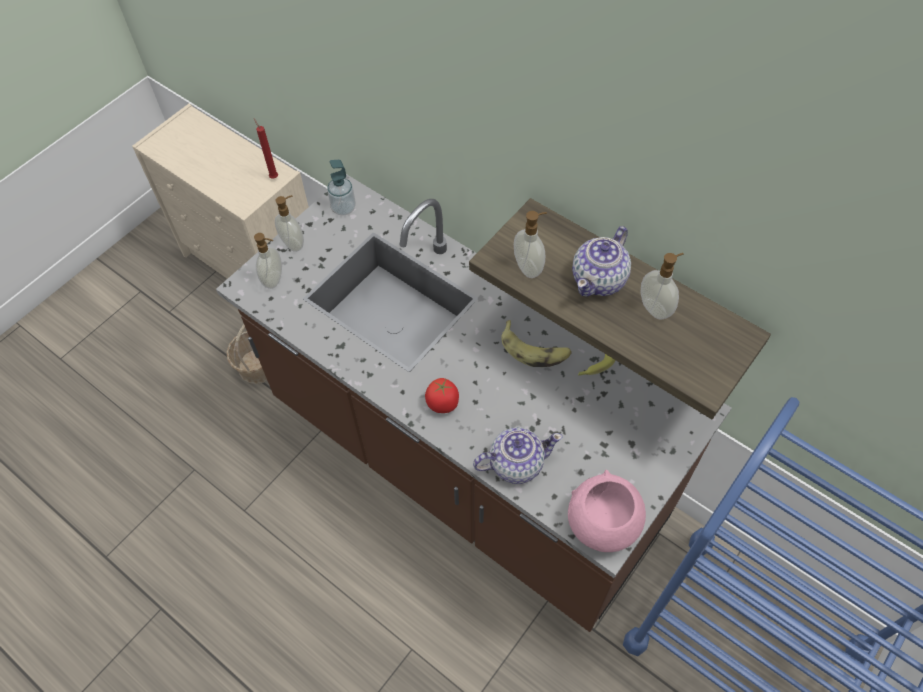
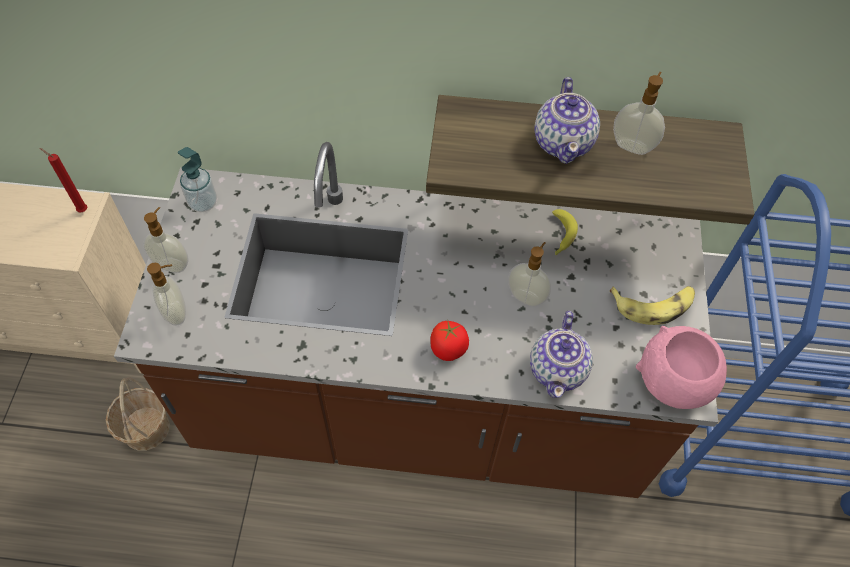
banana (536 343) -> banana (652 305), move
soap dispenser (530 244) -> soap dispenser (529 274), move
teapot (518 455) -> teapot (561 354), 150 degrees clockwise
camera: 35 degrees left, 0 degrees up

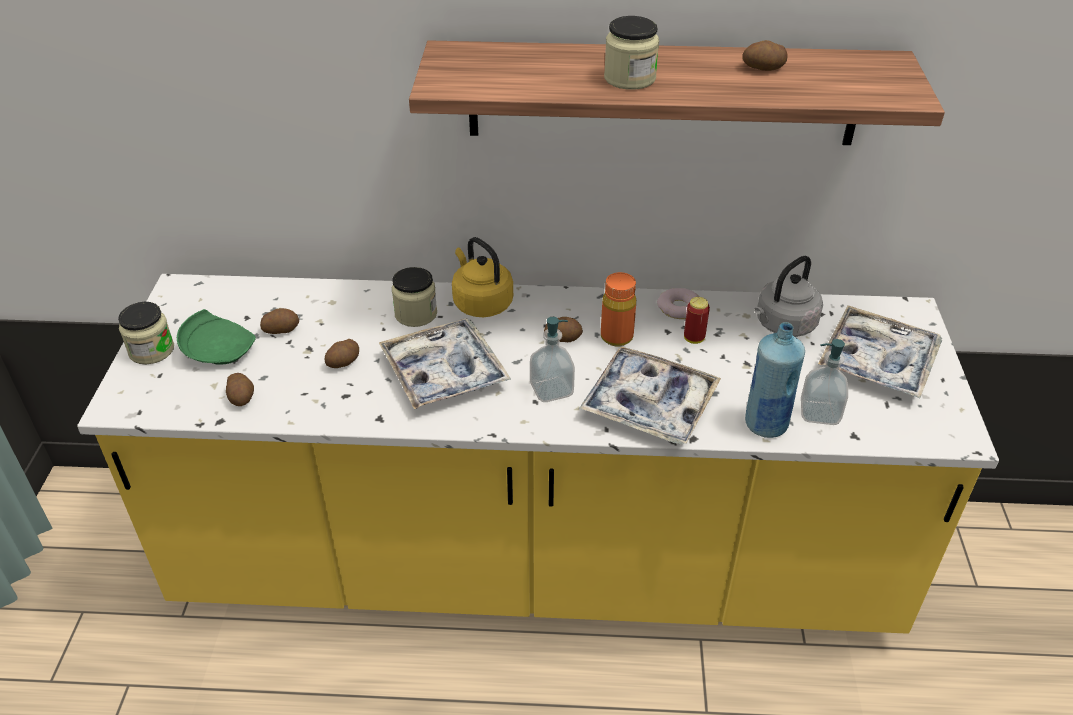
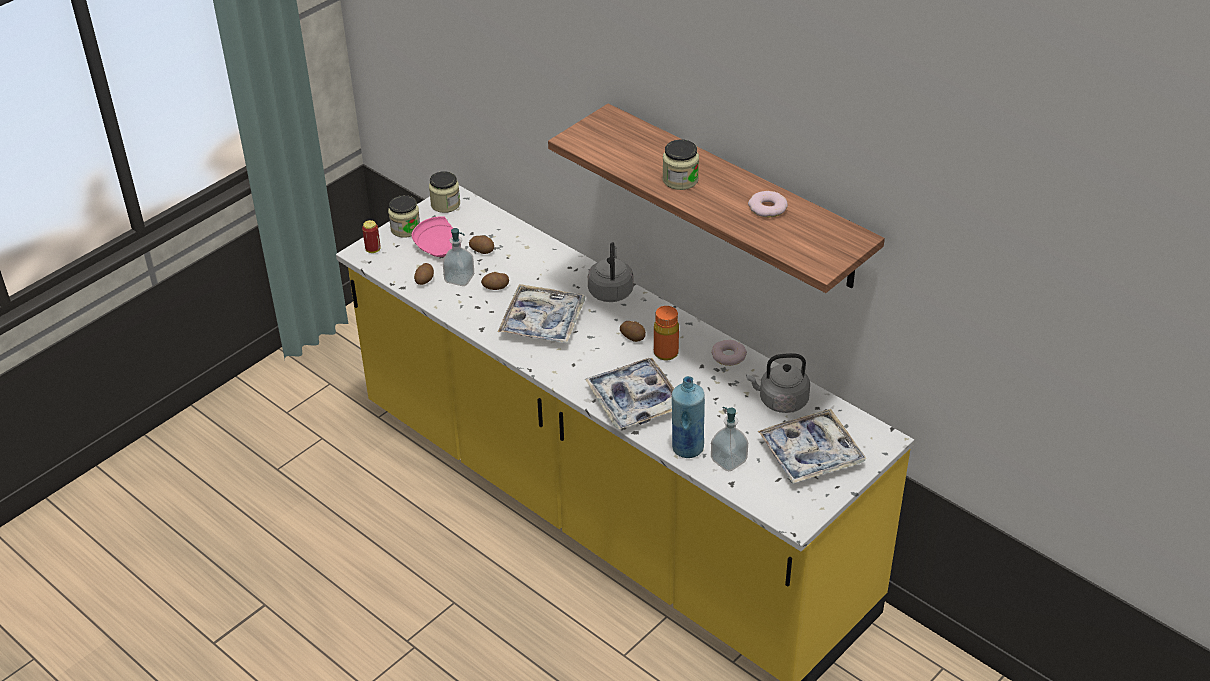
jar (414 297) -> jar (444 192), move
soap dispenser (552 359) -> soap dispenser (458 257), move
can (697 320) -> can (371 236), move
potato (765 55) -> donut (768 204)
plate in green (216 337) -> plate in pink (432 236)
kettle in yellow (482 277) -> kettle in grey (611 272)
camera: 40 degrees right, 0 degrees up

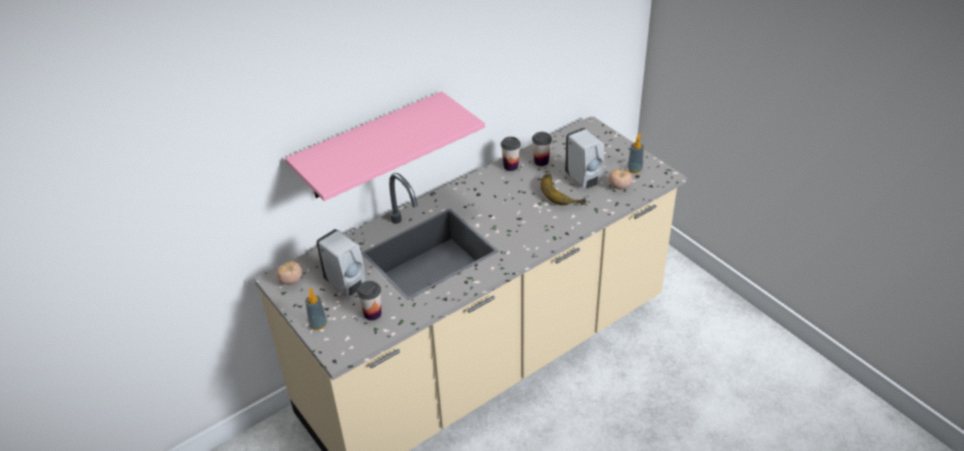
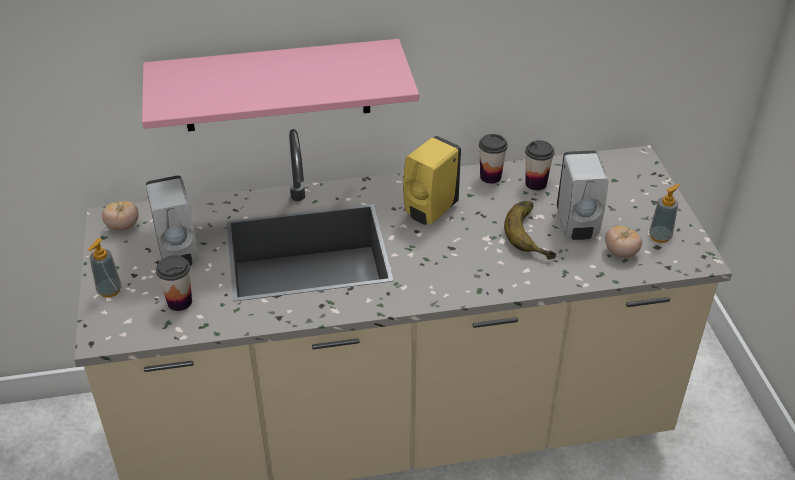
none -> soap dispenser in yellow (432 180)
camera: 25 degrees right, 0 degrees up

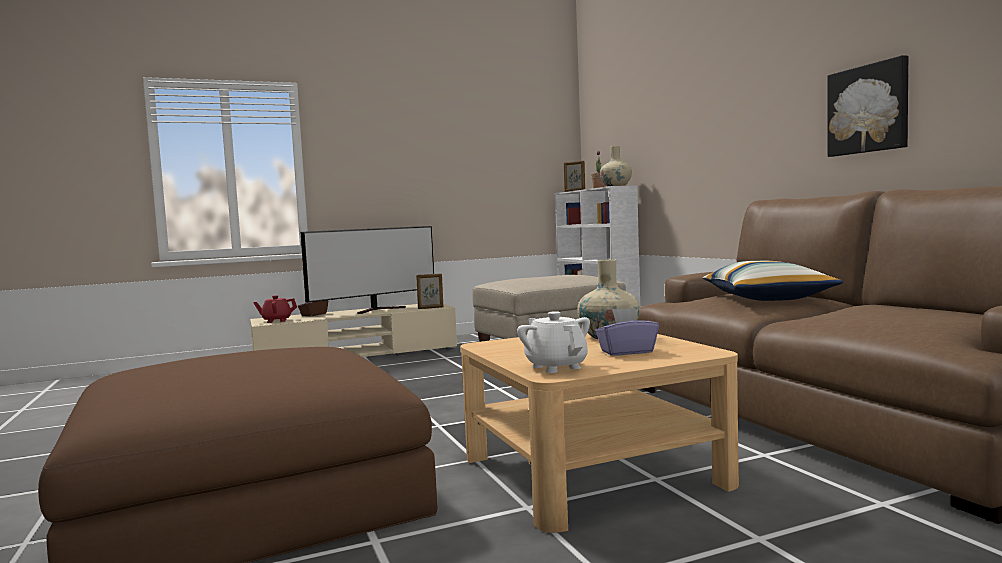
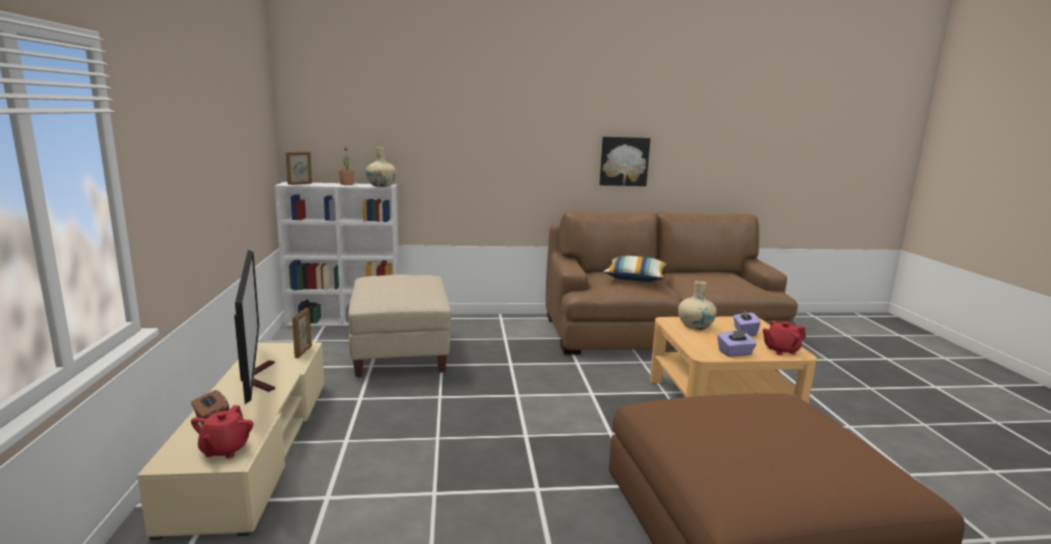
none -> tissue box in purple (737 343)
teapot in white (553 342) -> teapot in red (784 337)
camera: 75 degrees left, 10 degrees up

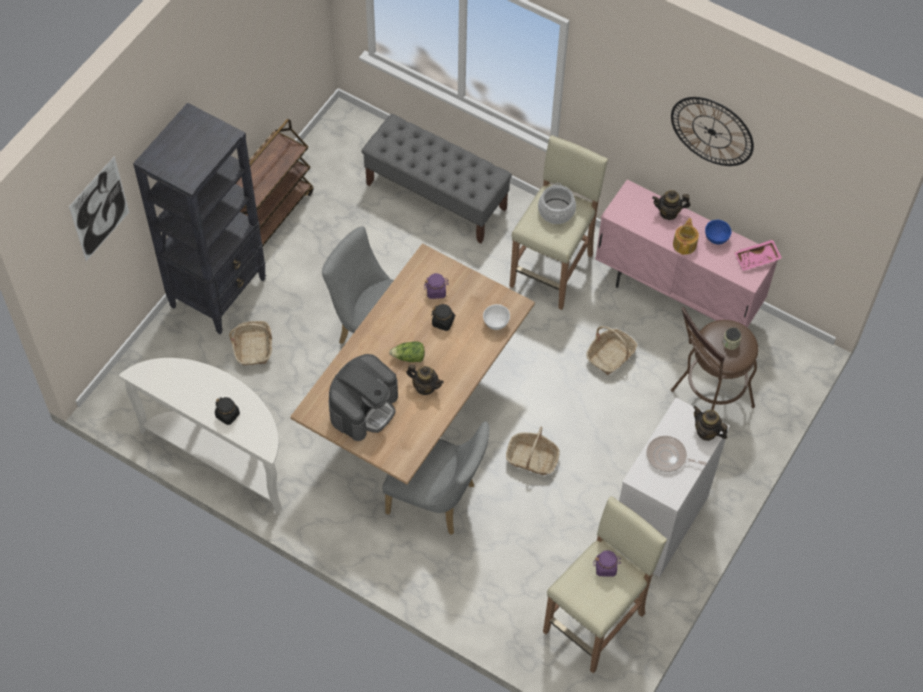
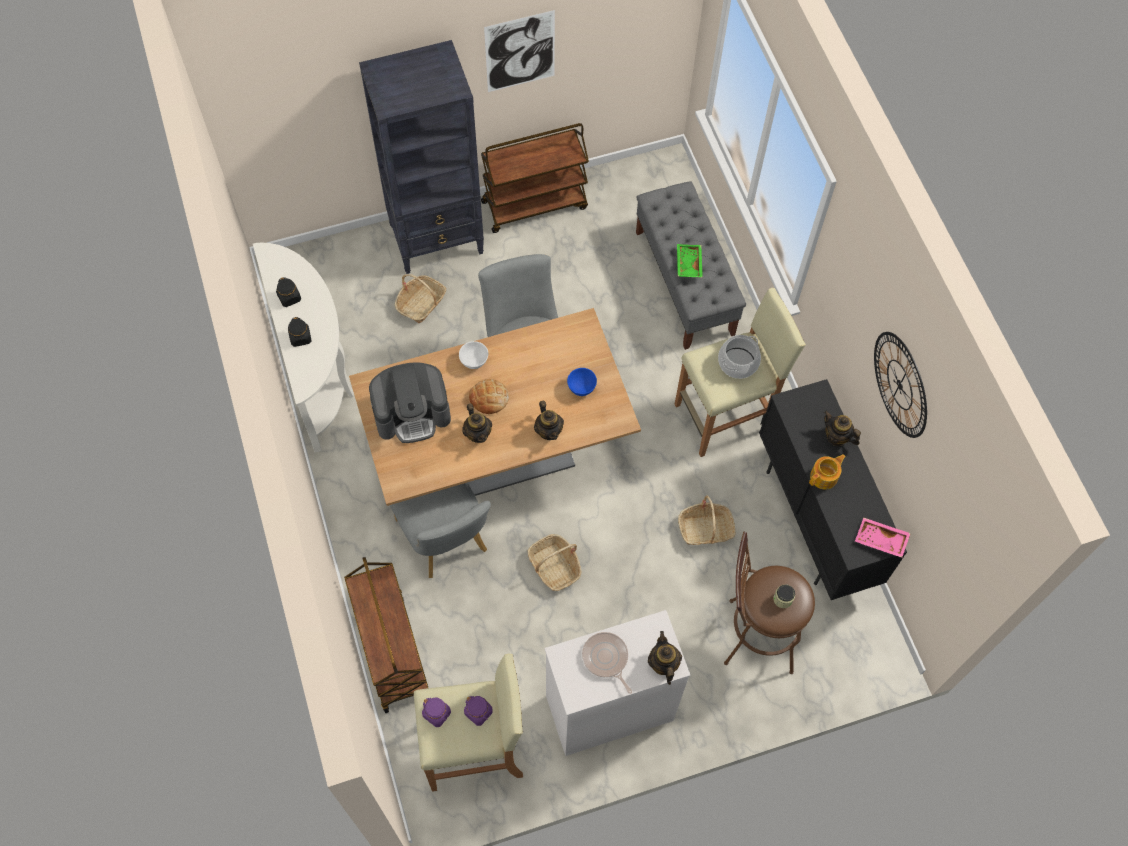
none -> cart in brown (386 635)
none -> teapot (549 420)
none -> tray in green (690 261)
picture (99 208) -> picture (519 51), move
jar in purple (436 286) -> jar in purple (436 712), move
jar in black (443 317) -> jar in black (288 292), move
bowl in white (496 317) -> bowl in white (473 355), move
bowl in blue (718 232) -> bowl in blue (582 382), move
lettuce (407 351) -> bread (489 396)
cabinet in pink (686 254) -> cabinet in black (833 489)
camera: 40 degrees right, 5 degrees up

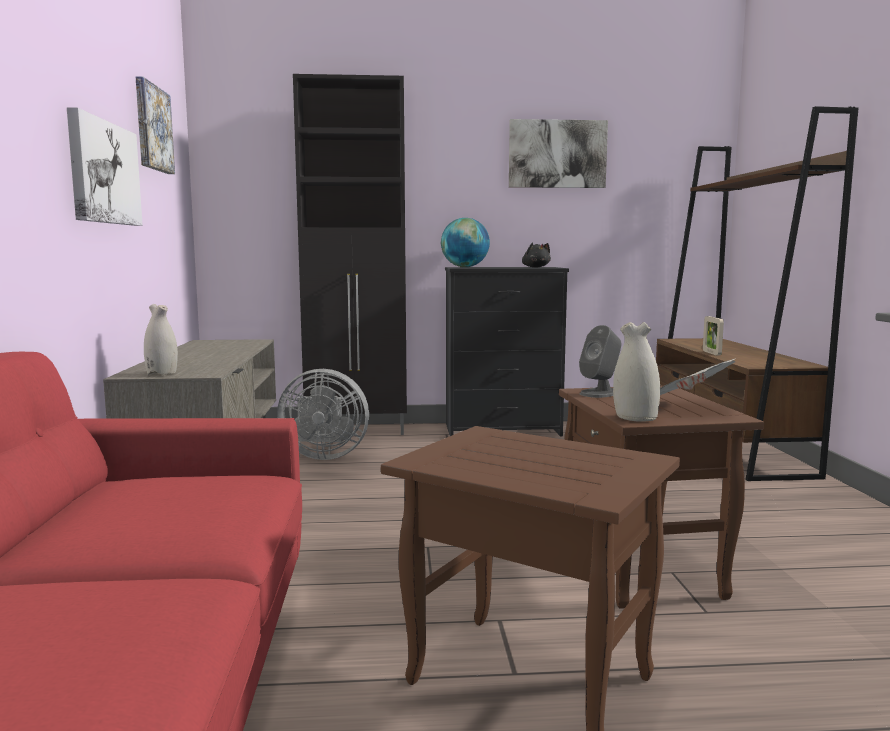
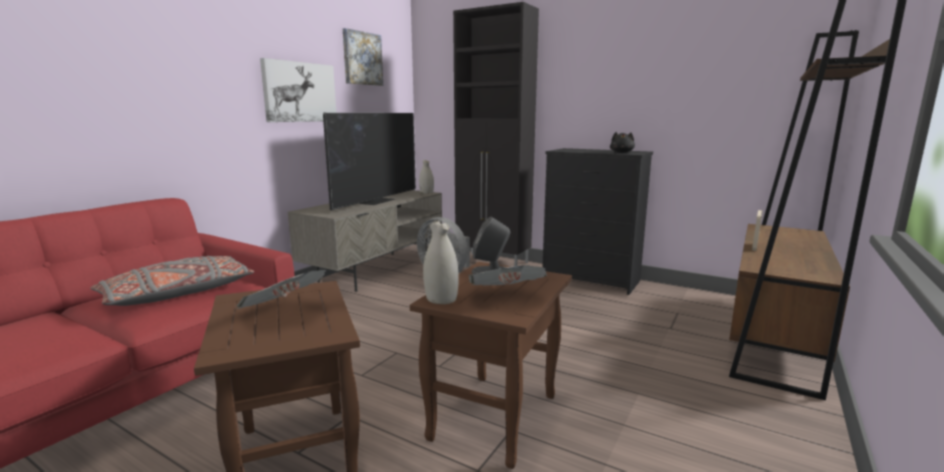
globe (465 242) -> none
picture (558 153) -> none
none -> pillow in grey (172 281)
none -> newspaper (281 289)
none -> television (369 161)
vase in white (161 340) -> vase in white (426 177), move
camera: 35 degrees right, 5 degrees up

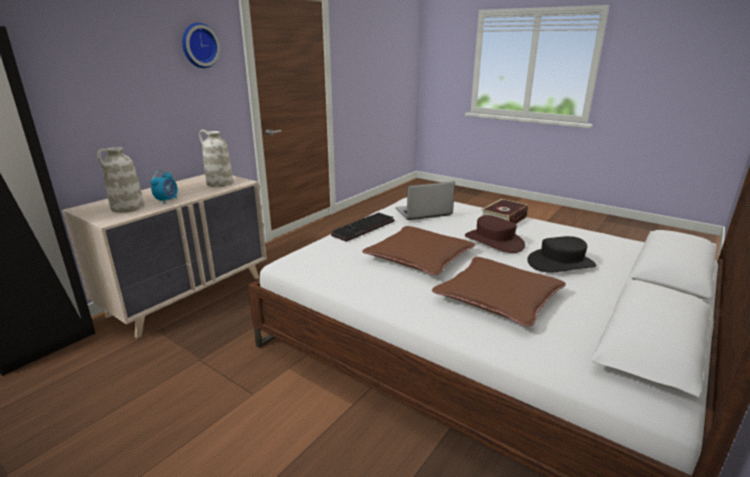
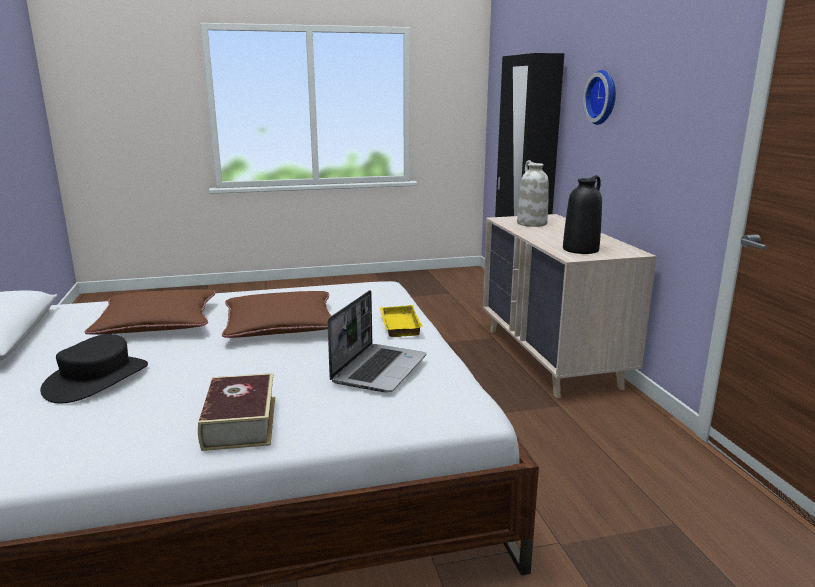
alarm clock (164 187) -> none
hat in brown (495 234) -> none
wall clock (201 45) -> wall clock (599 97), move
keyboard (362 227) -> tray in yellow (401 321)
vase in white (216 158) -> vase in black (582 214)
camera: 130 degrees right, 5 degrees down

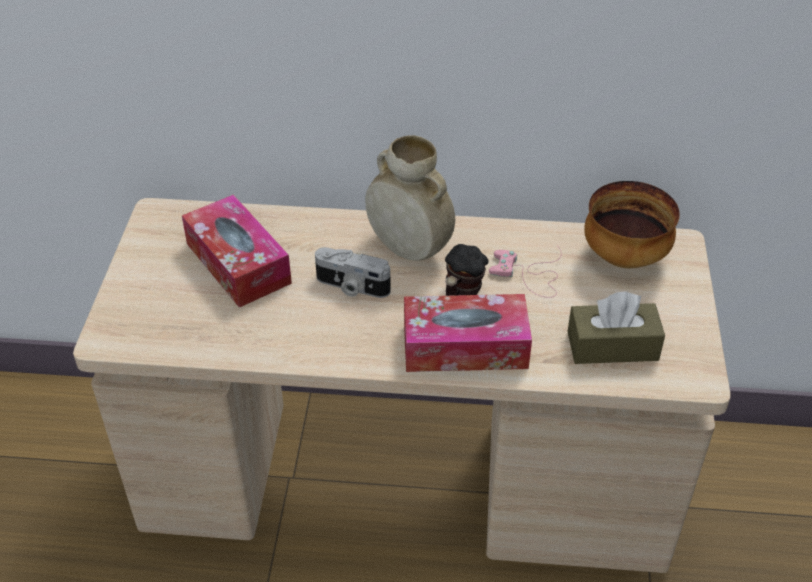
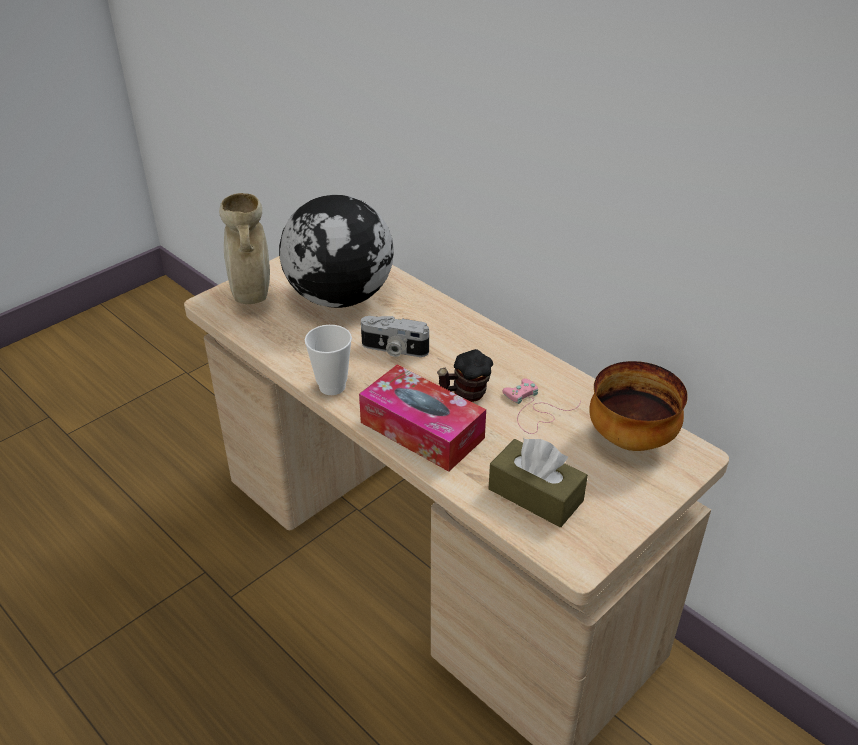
none -> cup (328 360)
vase in beige (410 198) -> vase in beige (244 248), move
tissue box (237 251) -> globe (336 251)
photo camera (353 272) -> photo camera (395 336), 45 degrees counterclockwise
camera: 40 degrees right, 5 degrees down

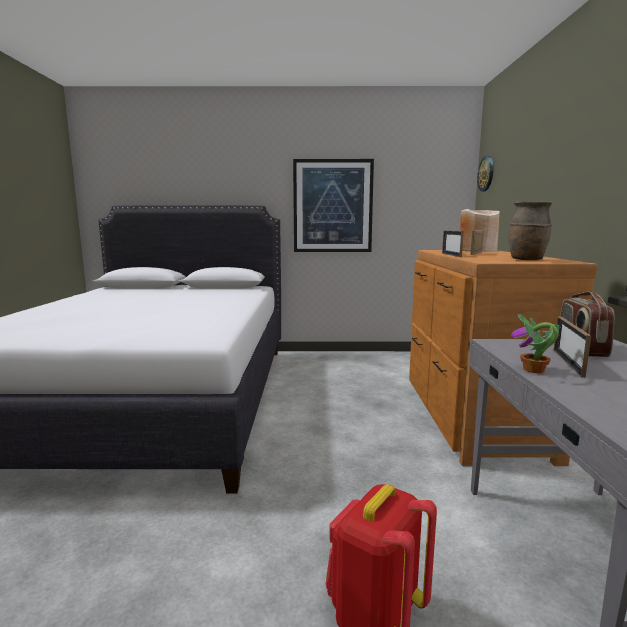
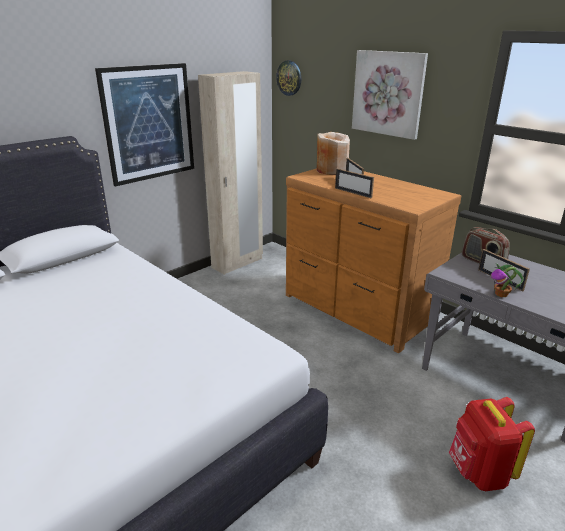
vase in brown (530 230) -> none
none -> wardrobe in beige (230 173)
none -> picture (390 95)
camera: 45 degrees left, 15 degrees up

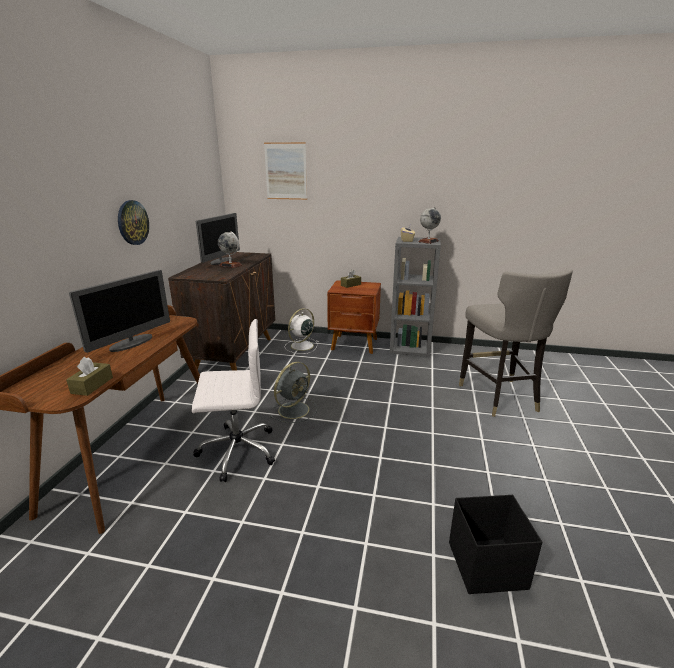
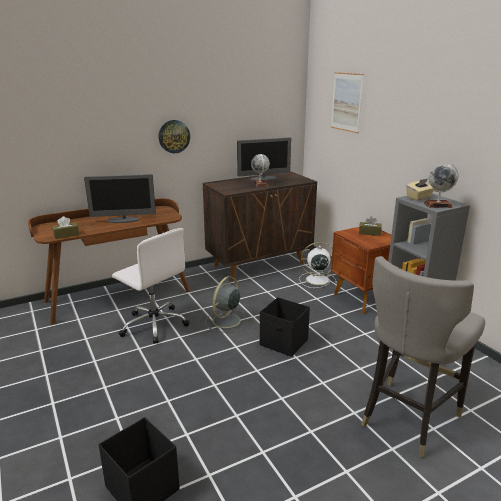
none -> storage box in black (285 327)
fan in grey (293 392) -> fan in grey (225 304), 120 degrees clockwise
camera: 50 degrees right, 0 degrees up

